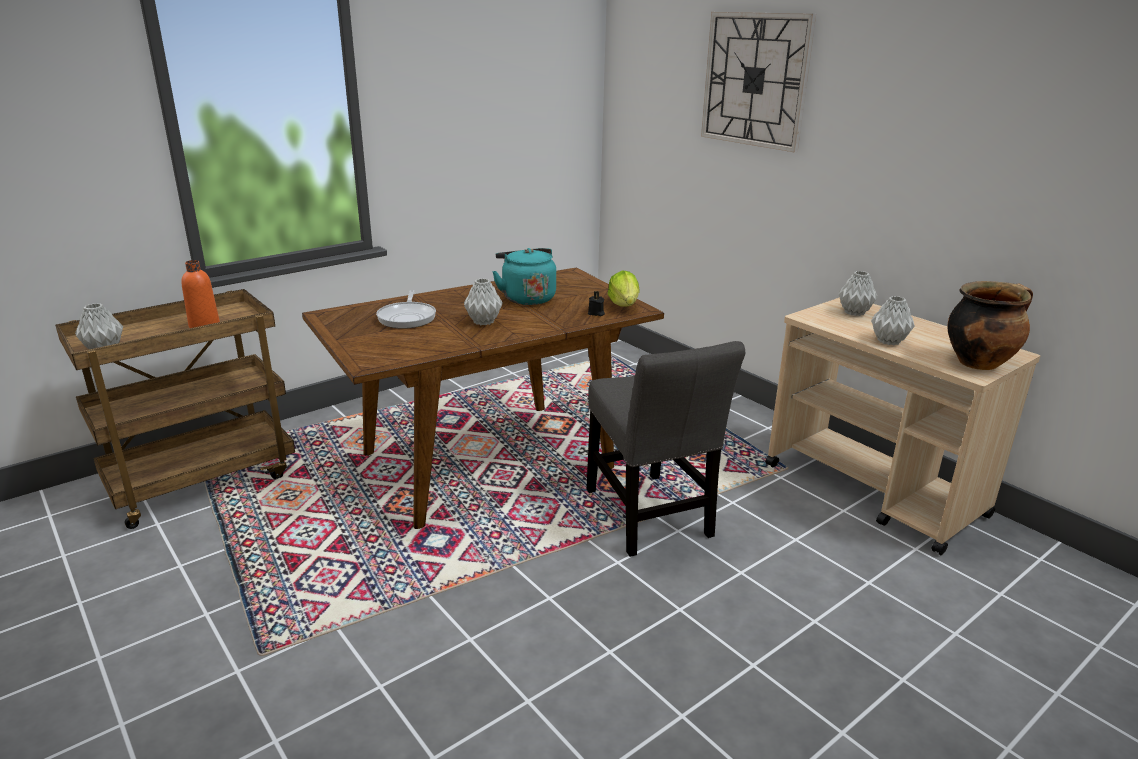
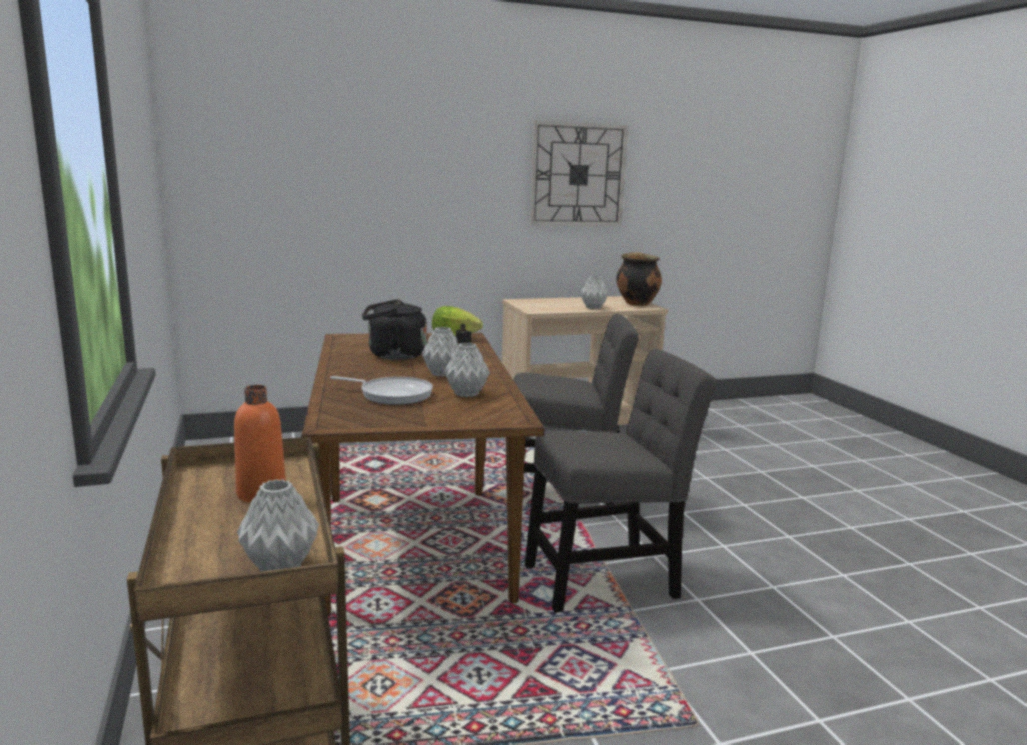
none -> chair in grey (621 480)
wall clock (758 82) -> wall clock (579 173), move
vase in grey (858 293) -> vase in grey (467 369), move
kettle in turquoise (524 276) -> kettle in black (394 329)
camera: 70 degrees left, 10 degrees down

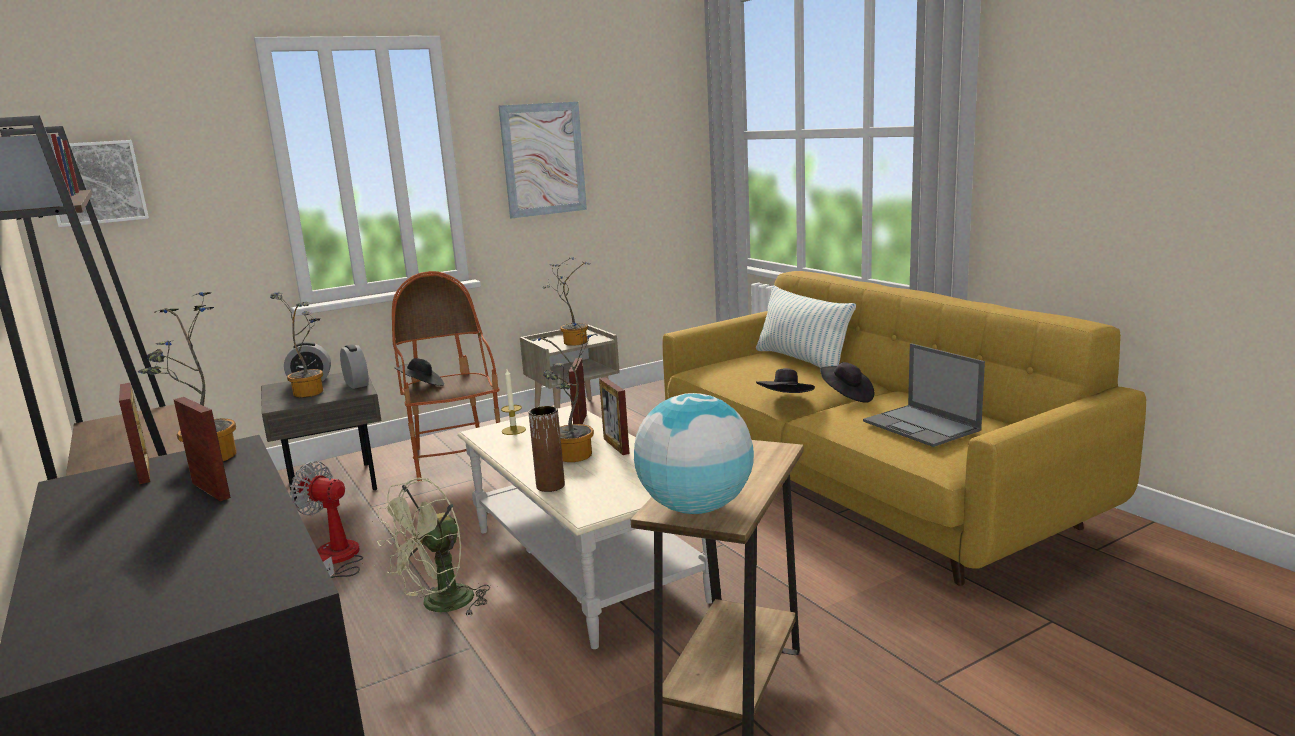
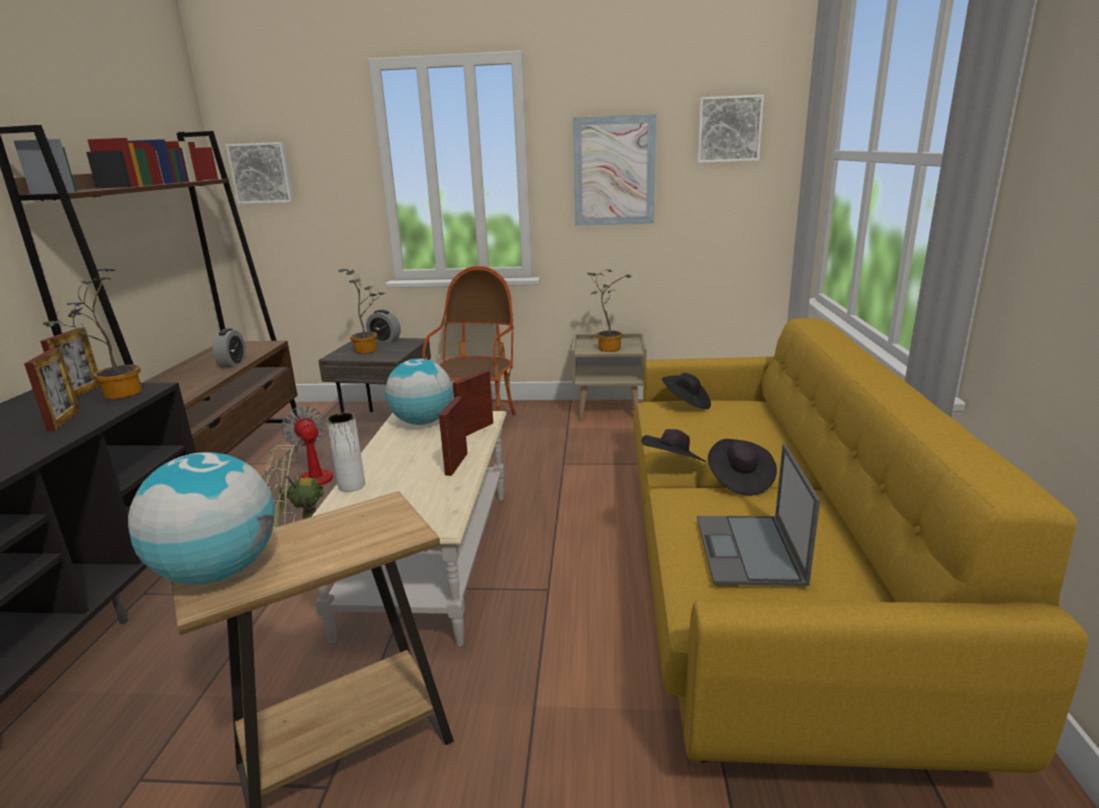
potted plant (564 392) -> none
pillow (806 326) -> none
none -> picture (730 129)
alarm clock (354 366) -> alarm clock (229 348), move
hat in black (419 372) -> hat in black (686 391), move
candle (513 402) -> globe (418 391)
vase in brown (547 449) -> vase in white (346 452)
camera: 35 degrees right, 5 degrees up

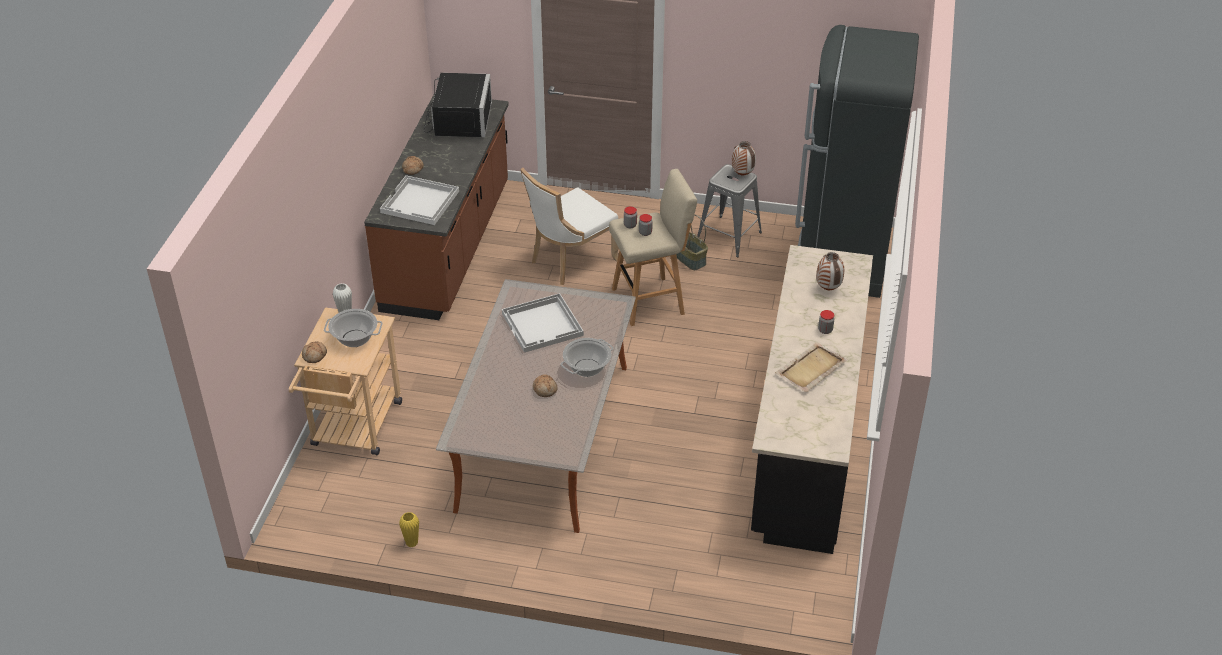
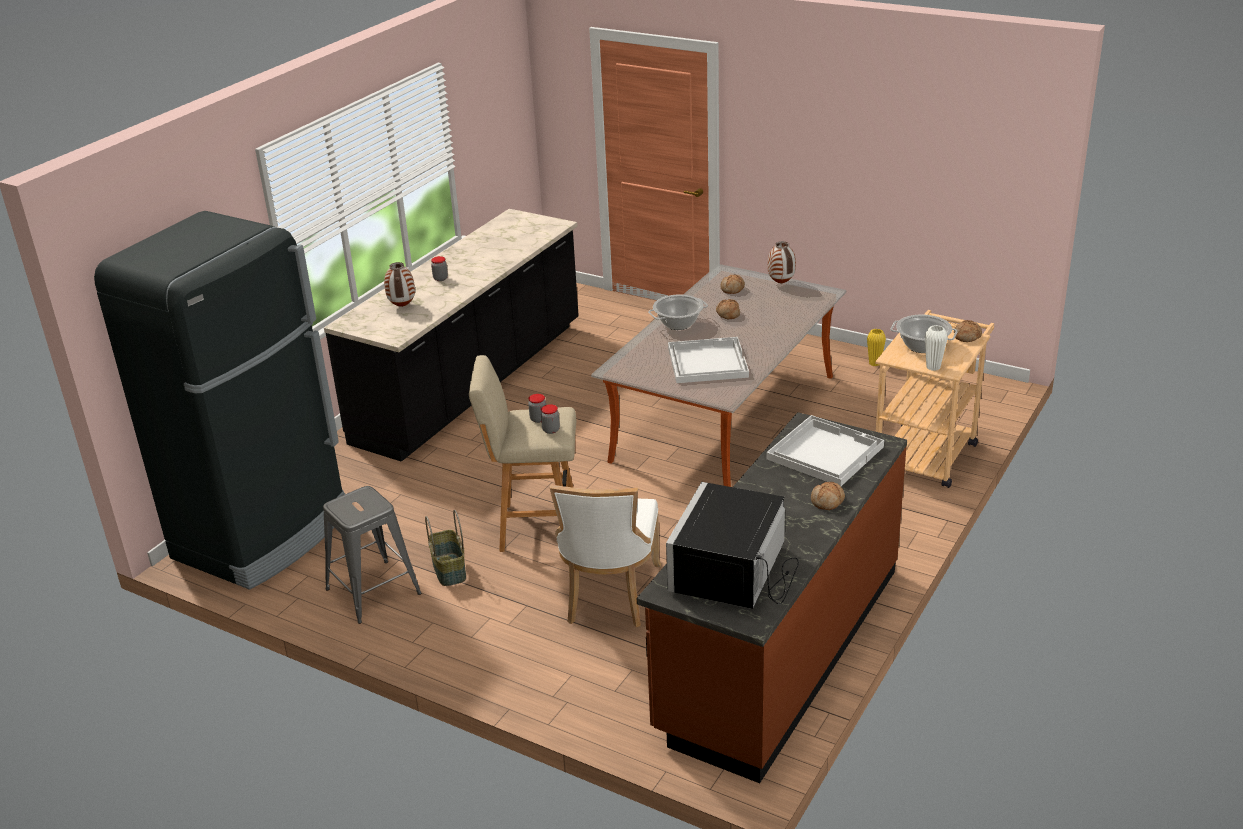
tray in beige (811 367) -> none
none -> bread (733 284)
vase (744 158) -> vase (782 262), move
chair in white (569 226) -> chair in white (605 556), 120 degrees clockwise
camera: 160 degrees left, 10 degrees down

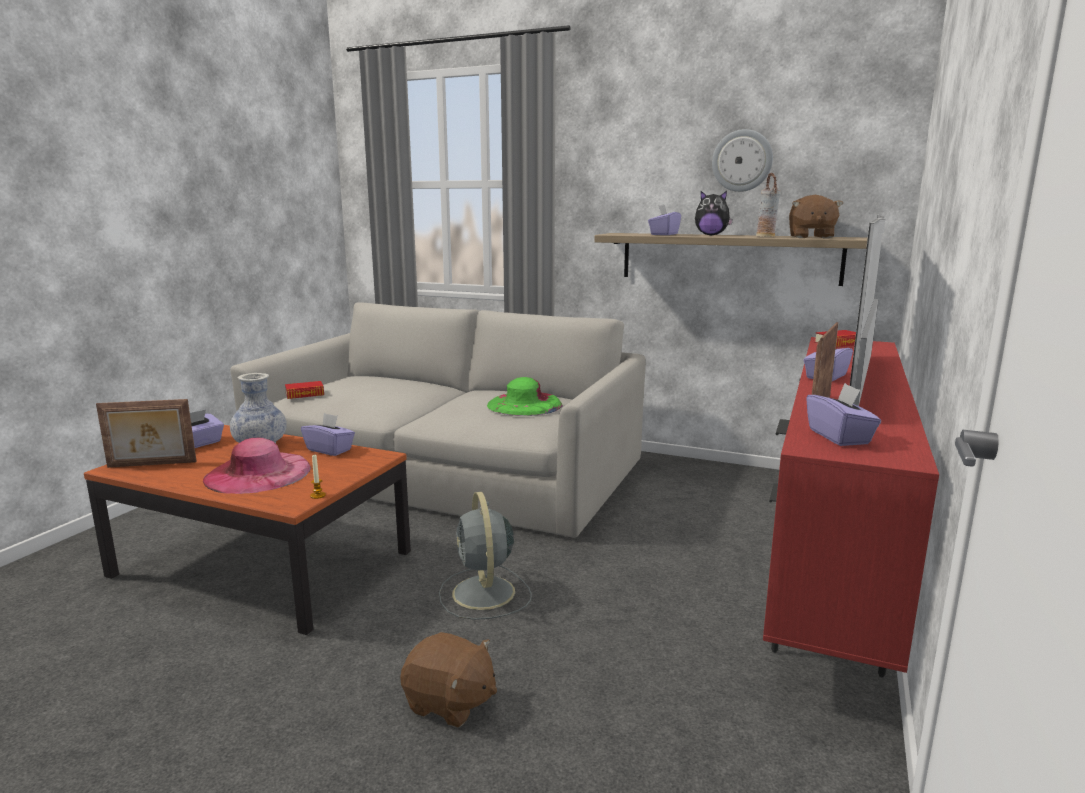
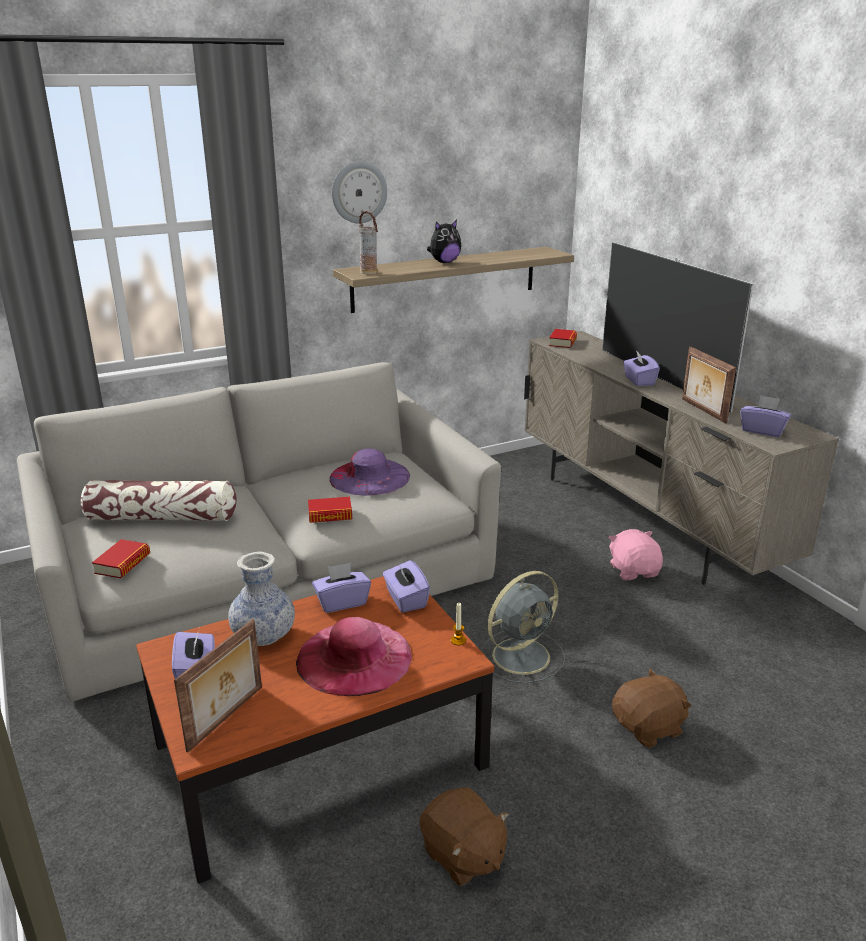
none -> pillow (159 500)
none -> book (330 510)
none -> plush toy in pink (635 554)
tissue box in purple (664 220) -> tissue box in purple (406 586), move
wall clock (742 160) -> wall clock (359 192), move
vase (768 205) -> vase (368 242), move
plush toy in brown (816 216) -> plush toy in brown (464 836), move
hat in green (525 396) -> hat in purple (370 472)
tv stand in red (851 507) -> tv stand in beige (681 458)
fan in grey (485 556) -> fan in grey (525 627), 60 degrees counterclockwise
camera: 50 degrees left, 10 degrees up

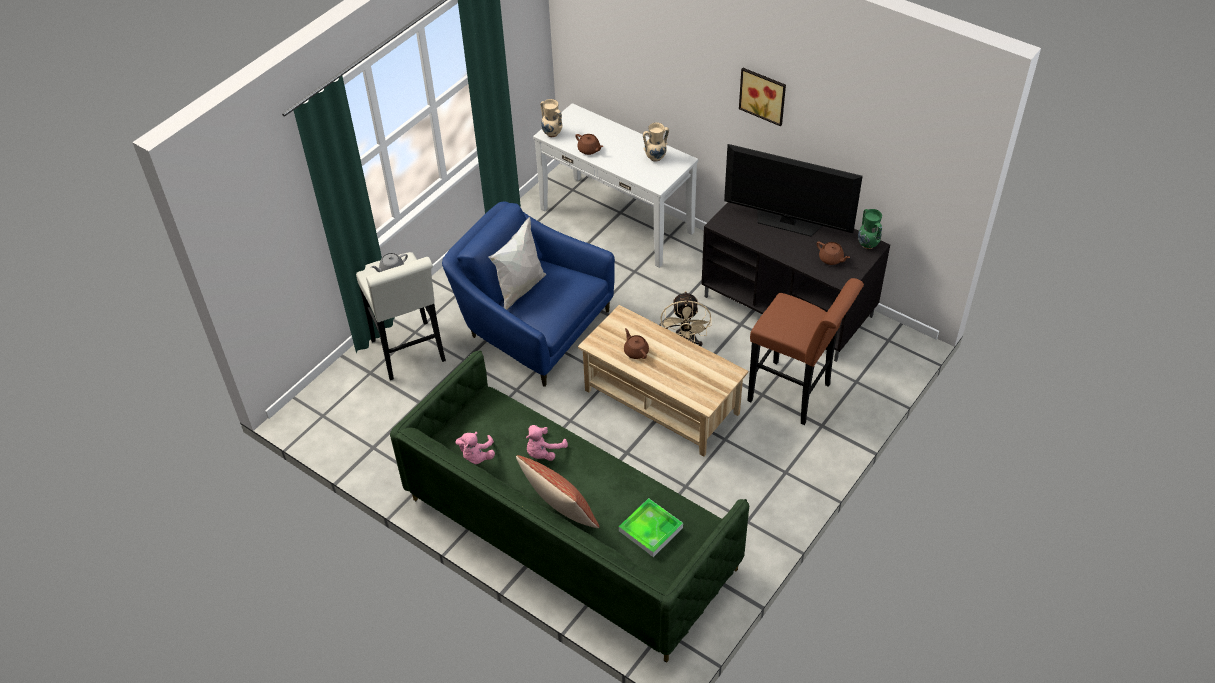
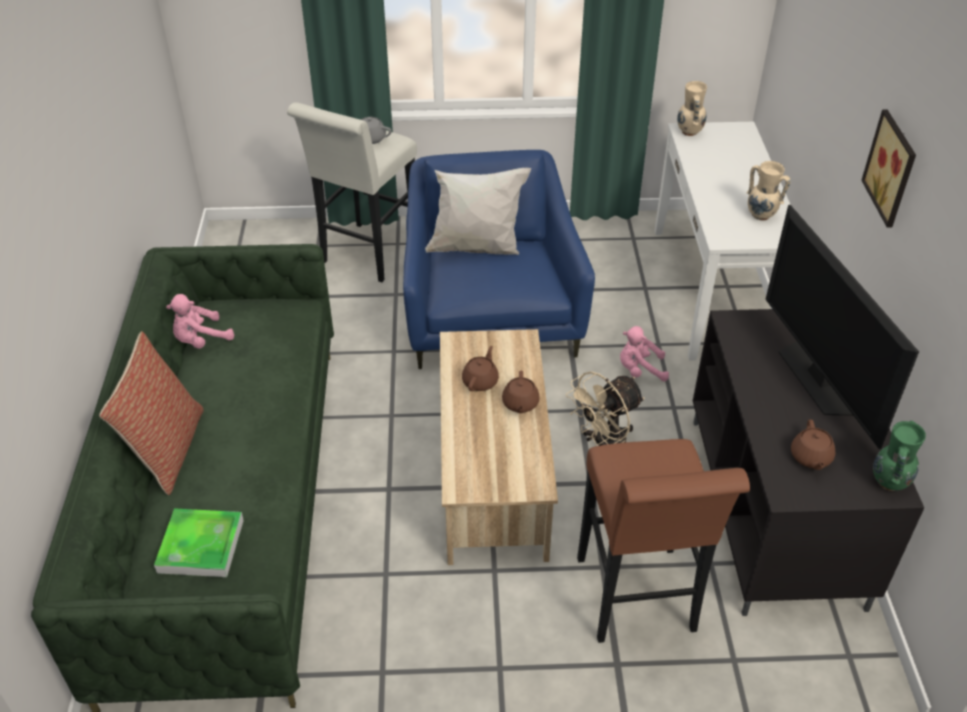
plush toy in pink (547 443) -> plush toy in pink (644 353), move
teapot in brown (589 144) -> teapot in brown (521 392), move
camera: 50 degrees right, 5 degrees down

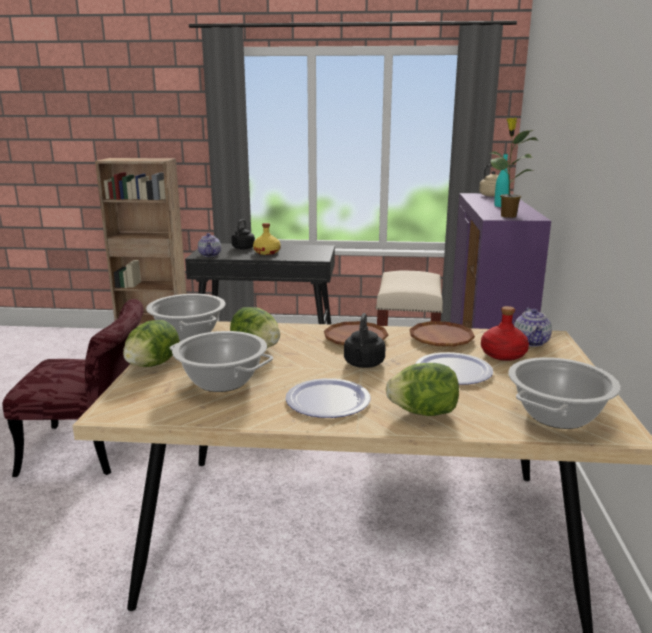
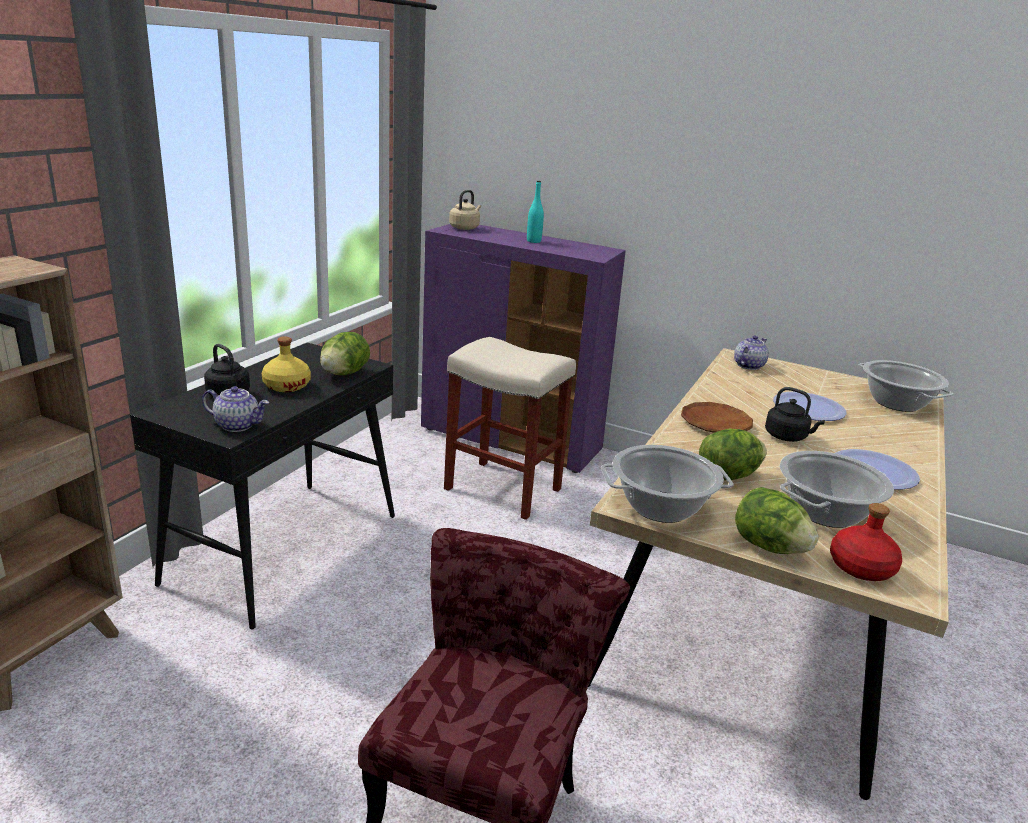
plate in brown (442 334) -> none
potted plant (514 168) -> none
lettuce (422 389) -> lettuce (345 353), move
bottle in red (505 333) -> bottle in red (866 542), move
teapot (533 327) -> teapot (751 352), 75 degrees counterclockwise
camera: 70 degrees left, 5 degrees up

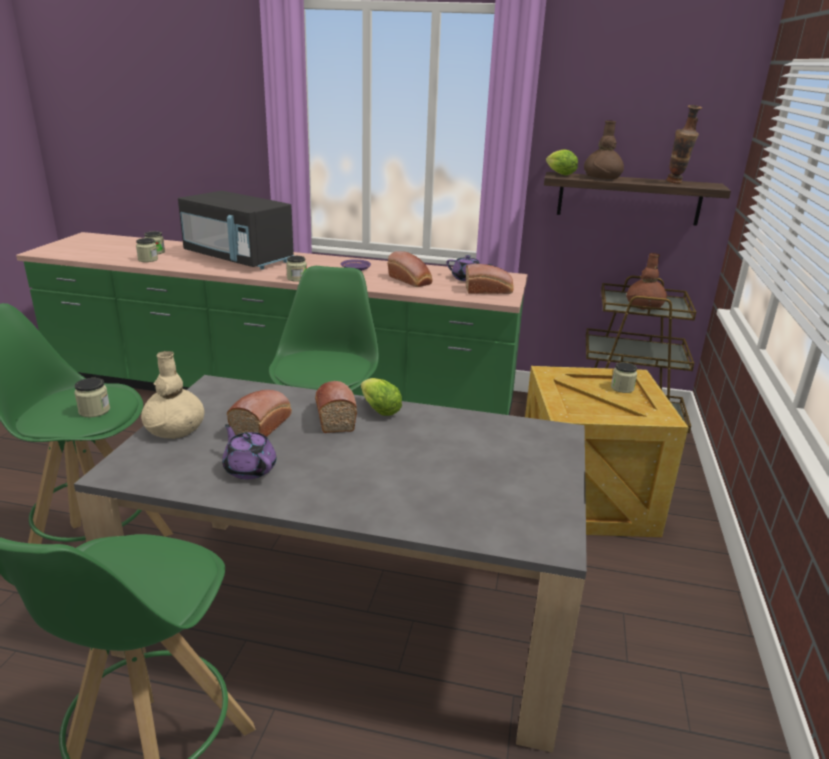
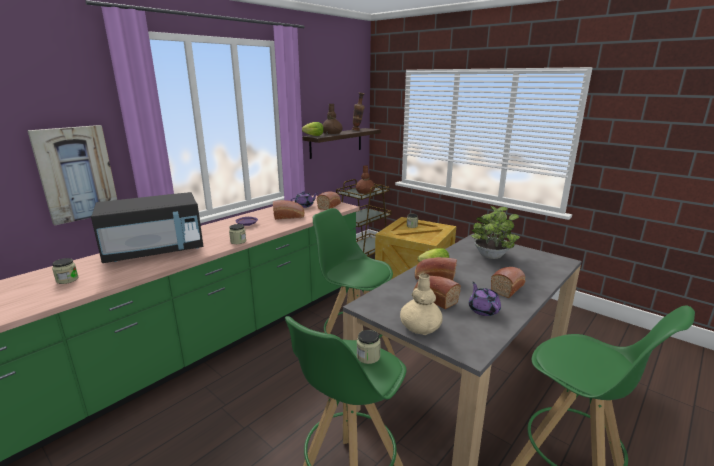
jar (147 250) -> none
none -> picture (72 175)
none -> potted plant (495 232)
none -> bread (508 282)
teapot in purple (249 451) -> teapot in purple (485 299), 90 degrees clockwise
camera: 60 degrees left, 5 degrees down

